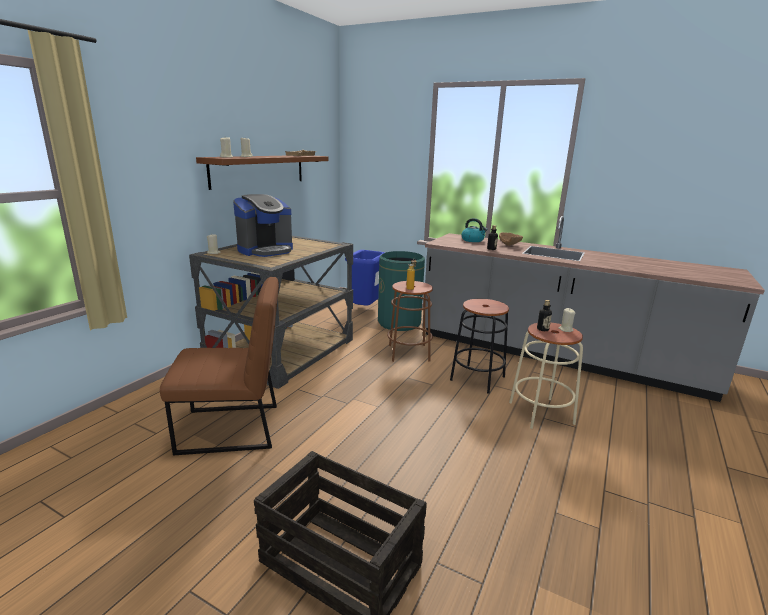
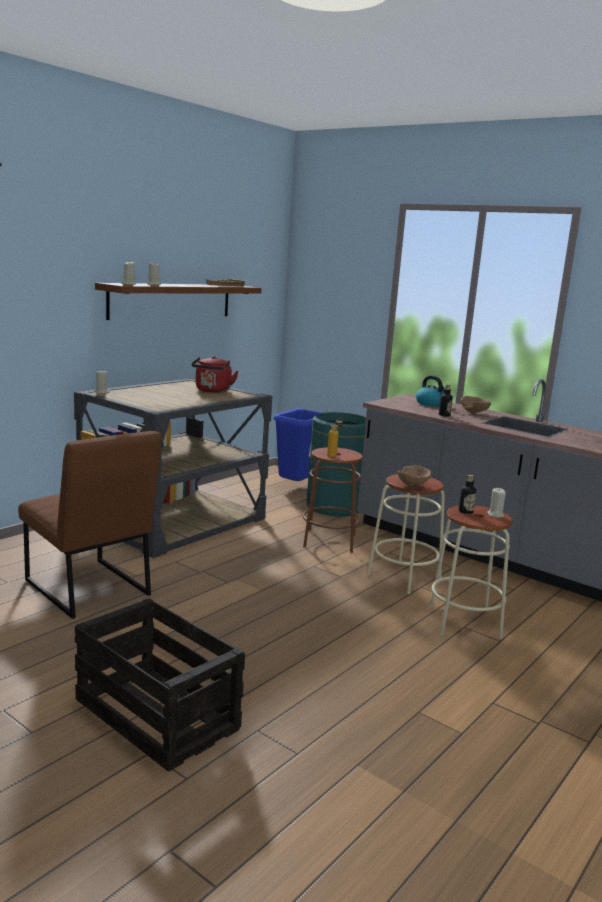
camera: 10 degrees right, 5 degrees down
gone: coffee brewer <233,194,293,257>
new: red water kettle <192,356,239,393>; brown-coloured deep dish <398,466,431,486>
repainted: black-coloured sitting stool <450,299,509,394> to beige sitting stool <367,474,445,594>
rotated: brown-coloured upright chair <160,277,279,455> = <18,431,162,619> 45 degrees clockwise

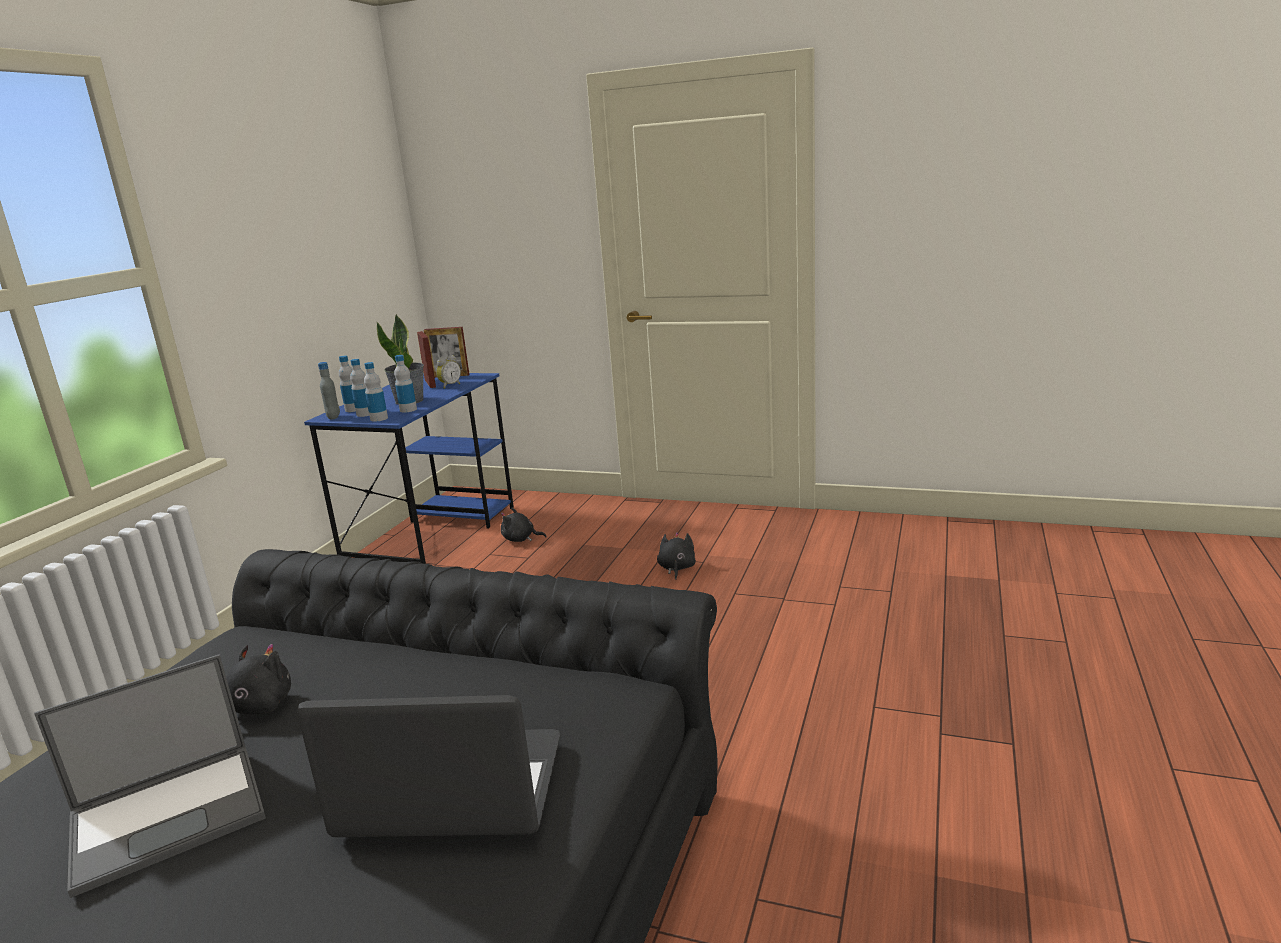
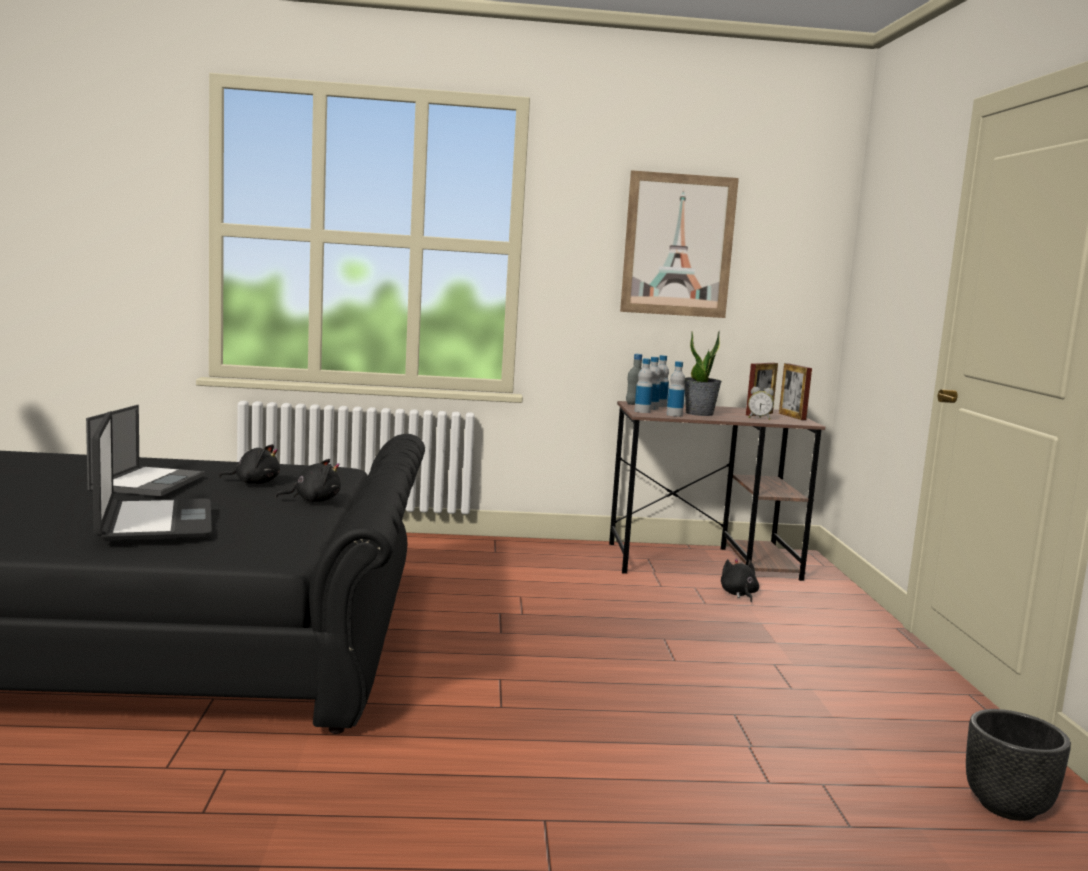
camera: 65 degrees right, 10 degrees down
new: wall art <620,170,739,318>; black-coloured flower pot <966,709,1071,821>
shifted: black-coloured soft toy <657,532,696,580> to <275,459,341,502>
repainted: blue desk <304,373,514,564> to brown-coloured desk <609,401,825,581>
rotated: notebook computer <34,654,266,898> = <86,405,205,496> 120 degrees counterclockwise

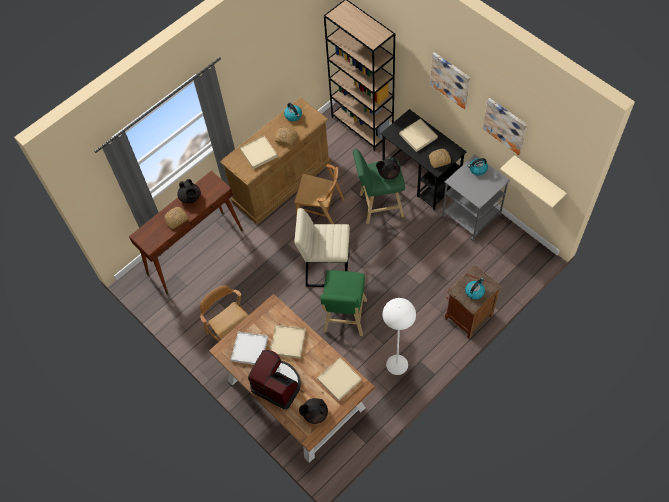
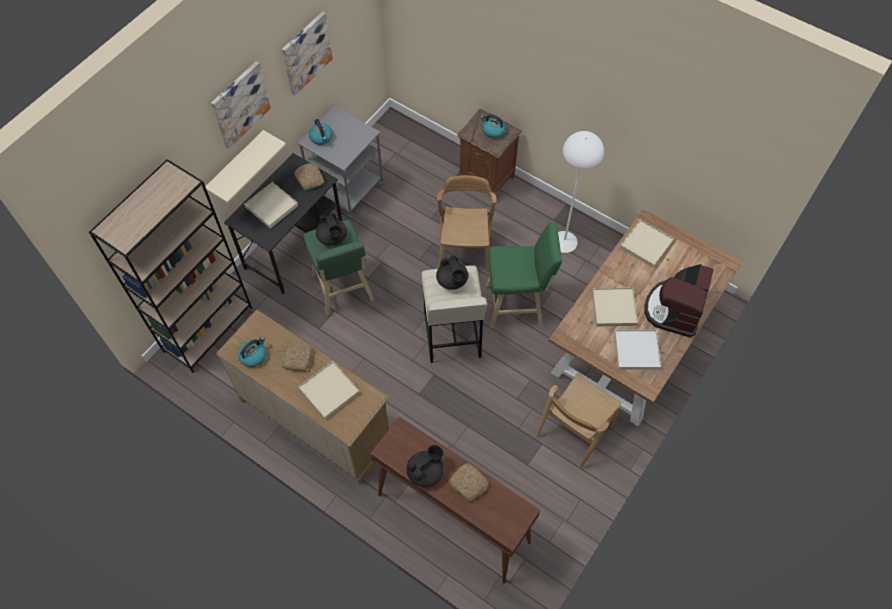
camera: 105 degrees left, 0 degrees up
shifted: beige shelf <500,155,567,208> to <205,130,286,203>; black-coloured tea pot <299,398,328,424> to <436,256,469,290>; brown-coloured upright chair <294,164,344,224> to <437,175,497,273>

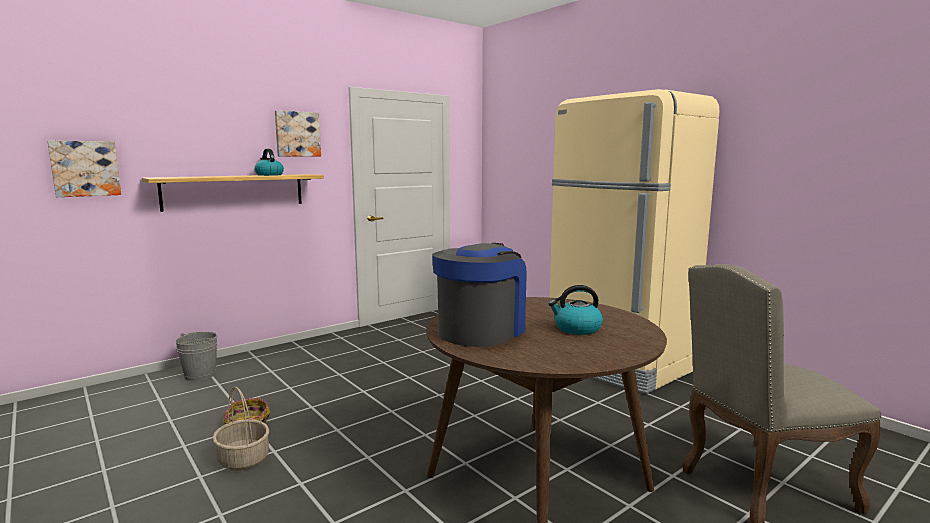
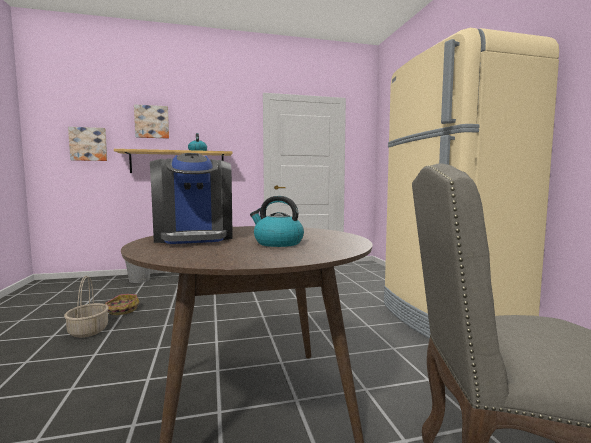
camera: 25 degrees right, 5 degrees down
shifted: wall art <275,110,321,156> to <134,104,169,139>
rotated: coffee brewer <432,243,527,347> = <150,153,233,244> 105 degrees clockwise

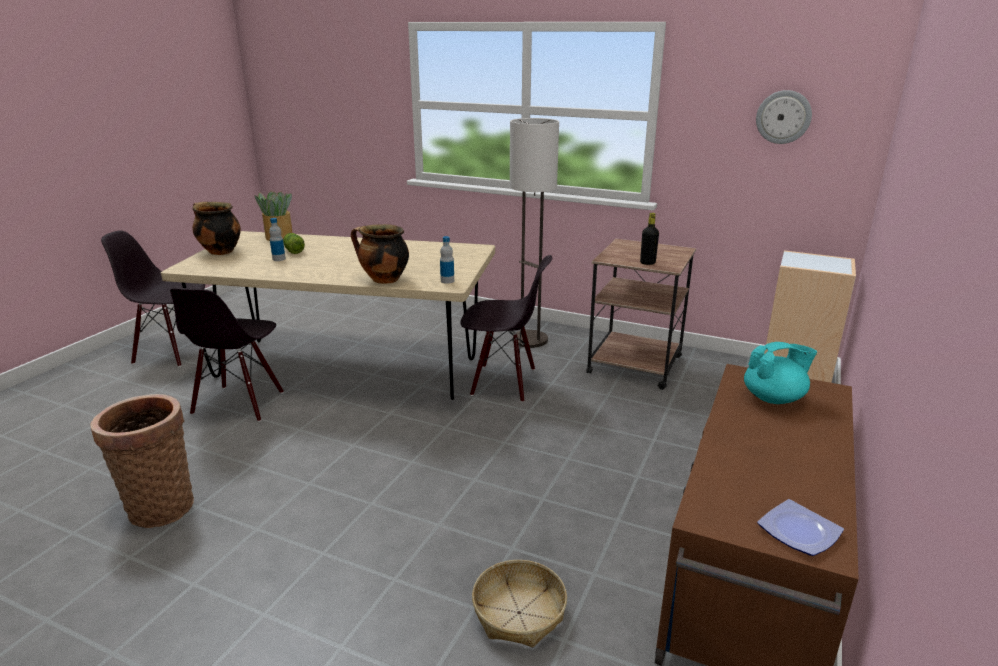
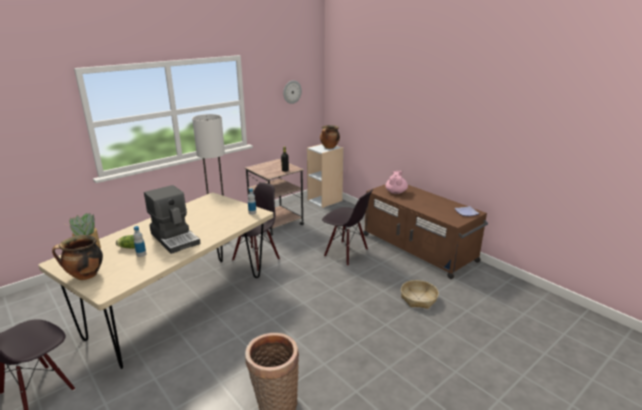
camera: 65 degrees left, 0 degrees up
new: coffee brewer <144,185,201,254>
shifted: saucepot <351,224,409,284> to <320,125,340,149>; black-coloured upright chair <170,288,284,422> to <322,189,373,266>
repainted: turquoise-coloured tea pot <744,342,817,404> to pink-coloured tea pot <385,171,408,194>

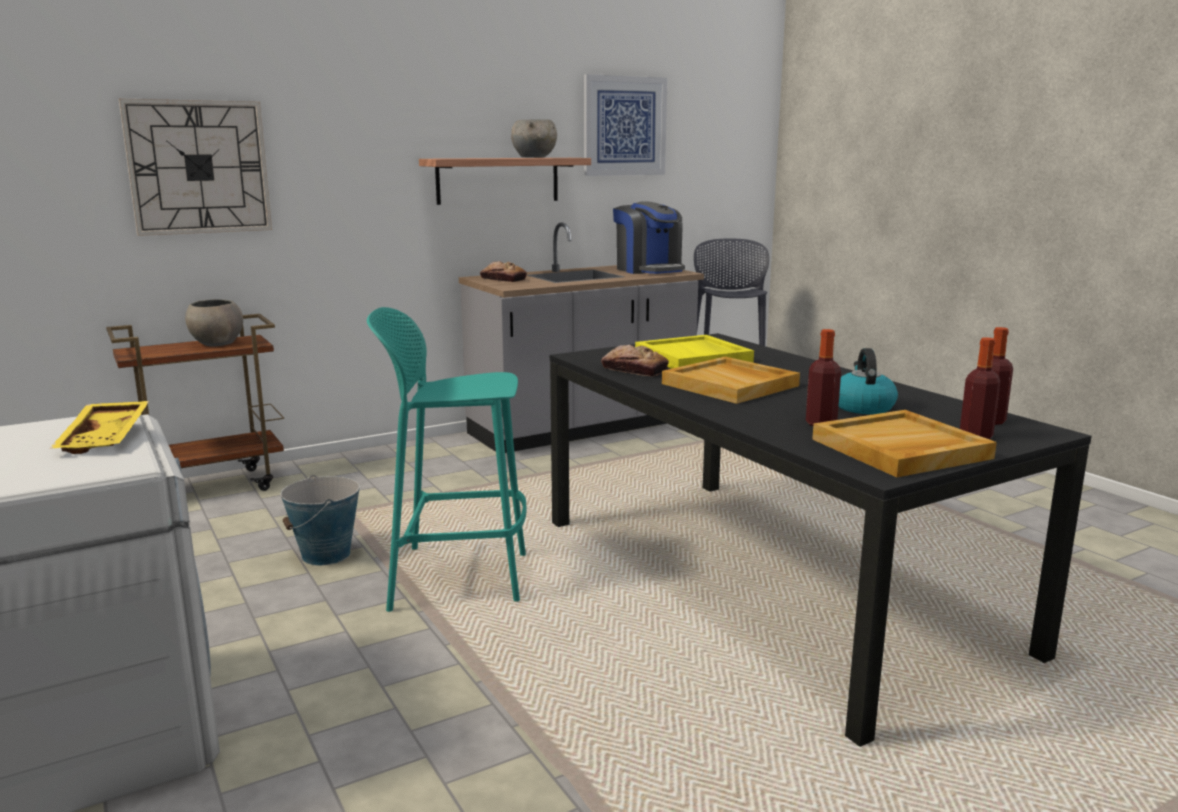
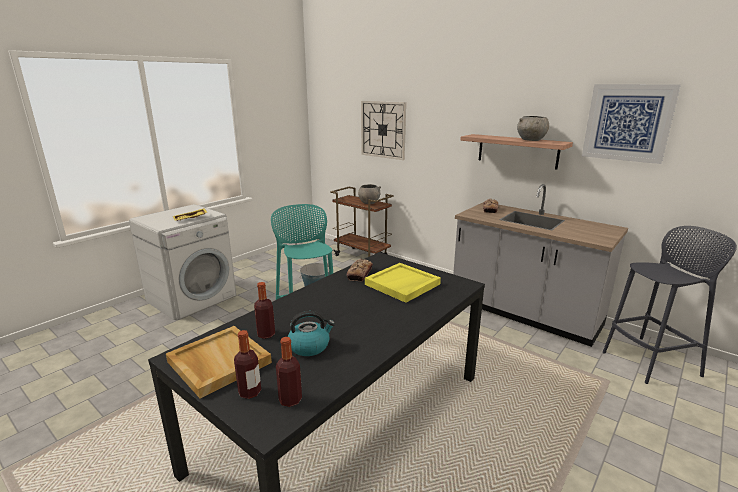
camera: 70 degrees right, 5 degrees up
gone: coffee brewer <613,201,685,274>; beige carrying tray <662,357,800,404>

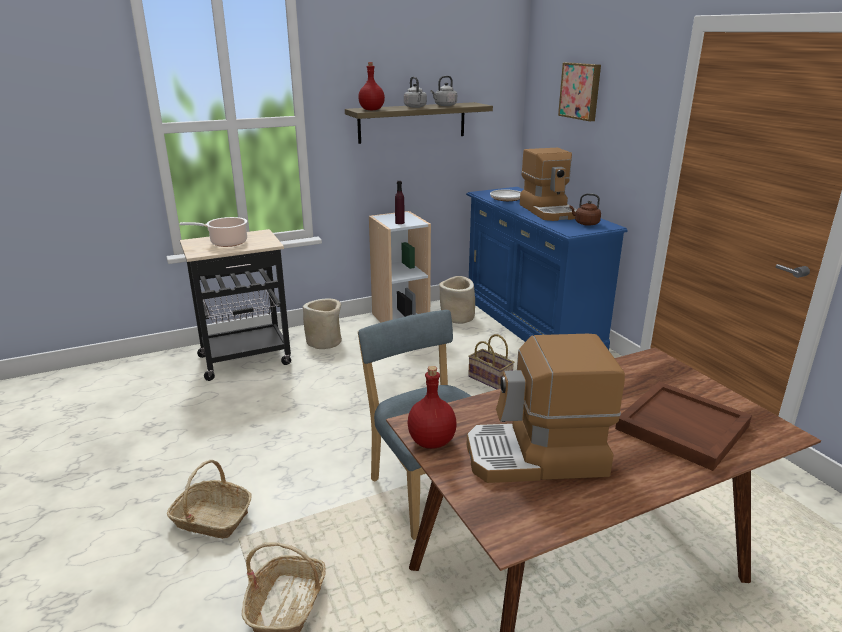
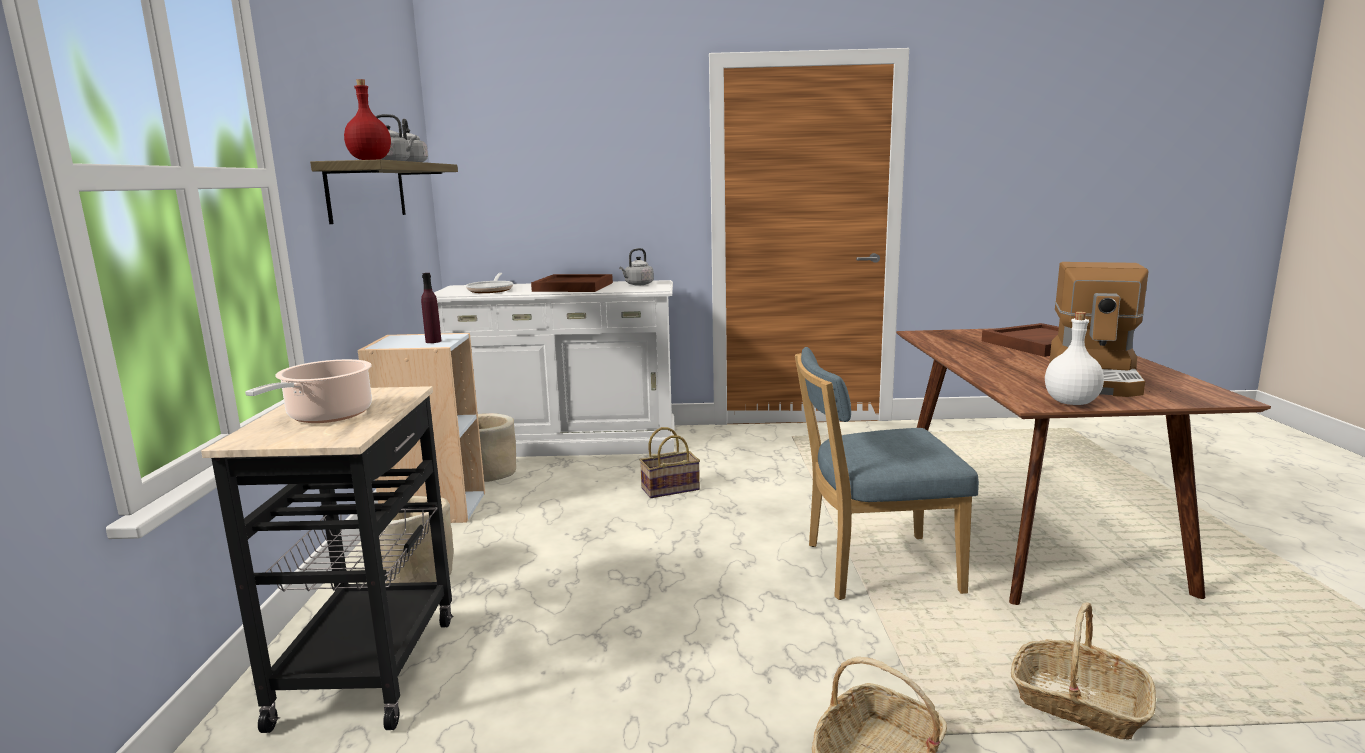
camera: 65 degrees left, 10 degrees down
gone: wall art <558,62,601,121>
swapped: coffee brewer <520,148,577,221> to brown-coloured carrying tray <531,274,613,292>
repainted: blue storage cabinet <466,187,628,350> to white-coloured storage cabinet <434,280,675,457>; brown-coloured water kettle <570,193,601,226> to greyish water kettle <619,248,654,285>; red bottle <408,366,457,449> to white-coloured bottle <1045,312,1104,405>

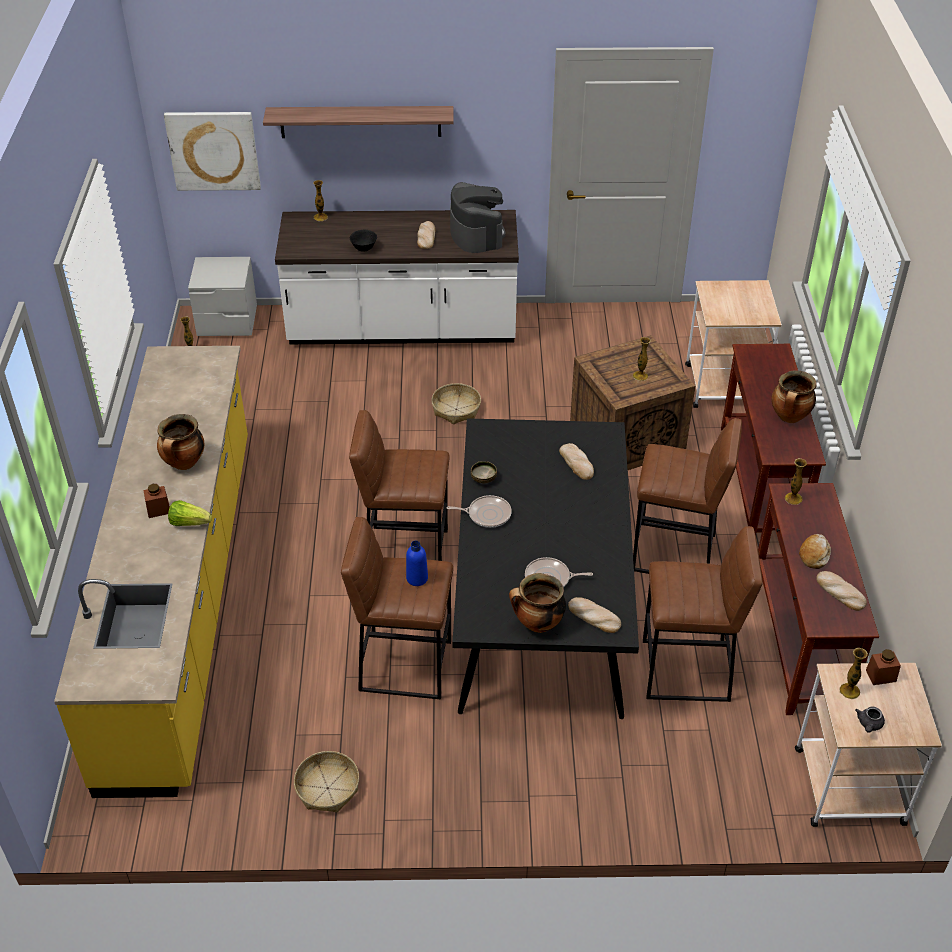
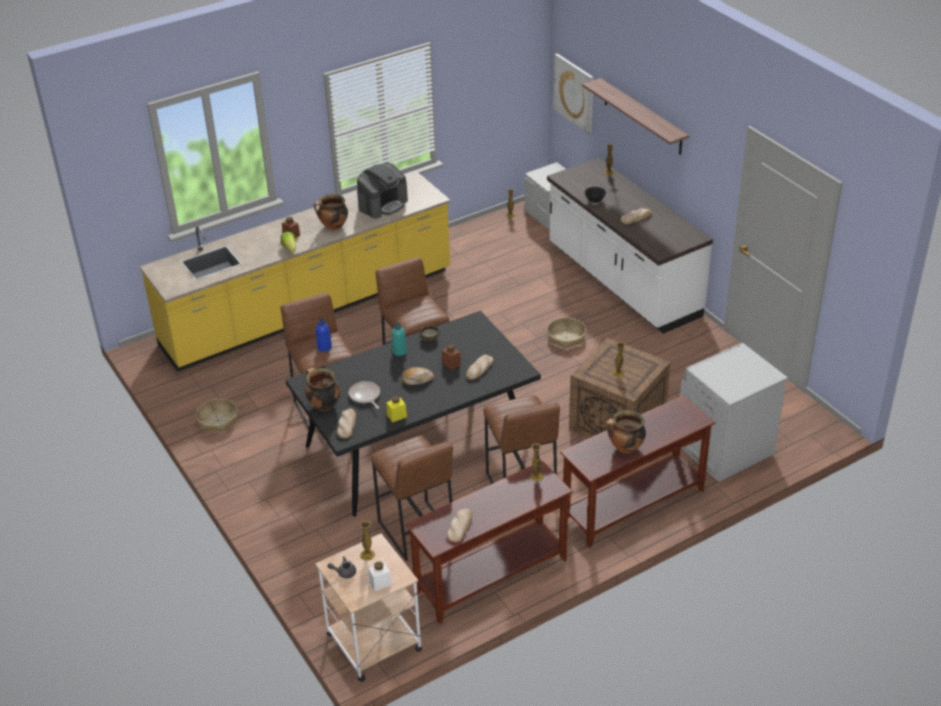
camera: 60 degrees right, 5 degrees down
new: white-coloured preserve jar <369,562,392,591>; yellowish preserve jar <387,396,407,422>
shifted: coffee brewer <450,182,505,253> to <357,163,408,219>; bread <799,534,831,569> to <402,367,434,385>; brown-coloured preserve jar <866,649,901,685> to <442,344,461,370>
swapped: pan <447,495,512,528> to turquoise-coloured bottle <392,323,407,356>; beige wheeled cart <685,280,782,408> to white-coloured washing machine <680,343,788,482>

